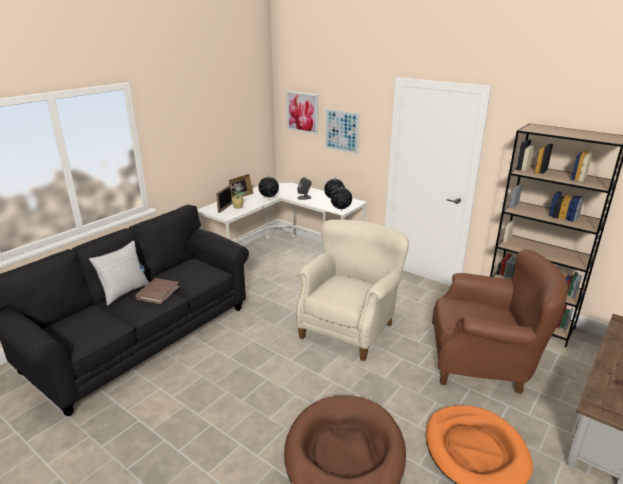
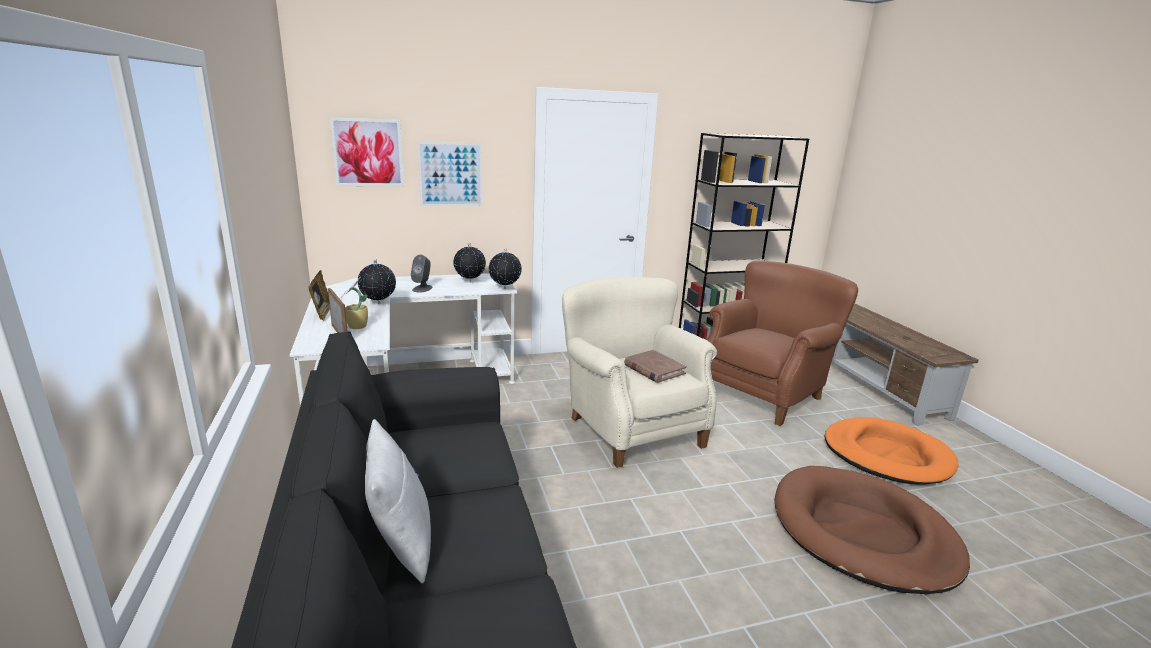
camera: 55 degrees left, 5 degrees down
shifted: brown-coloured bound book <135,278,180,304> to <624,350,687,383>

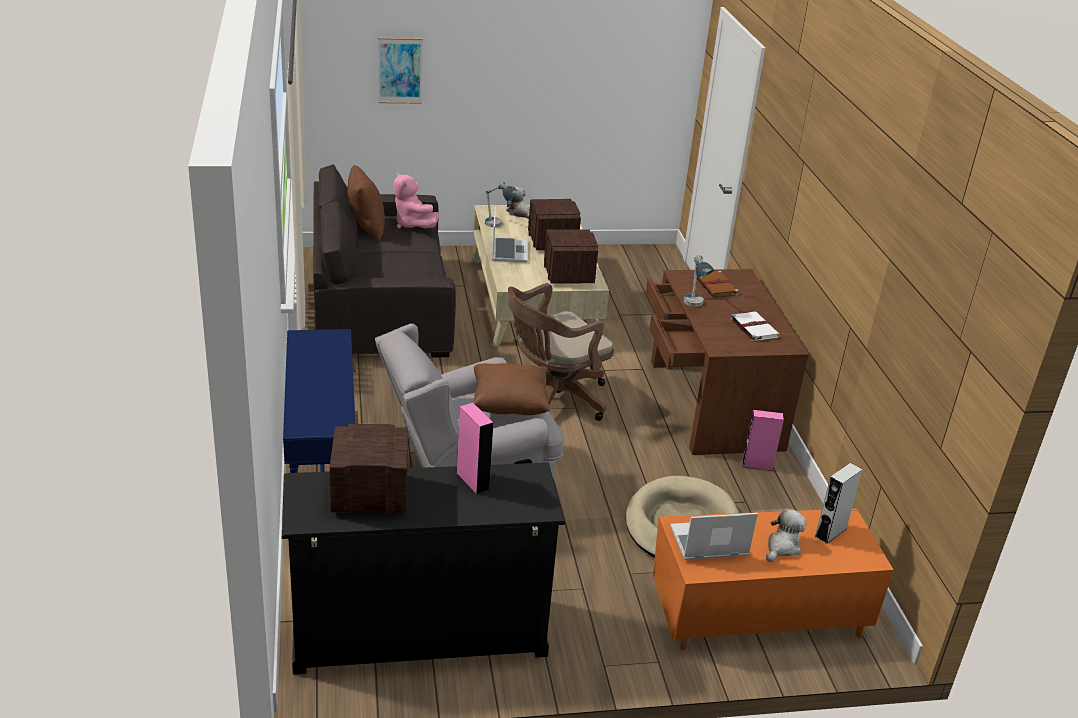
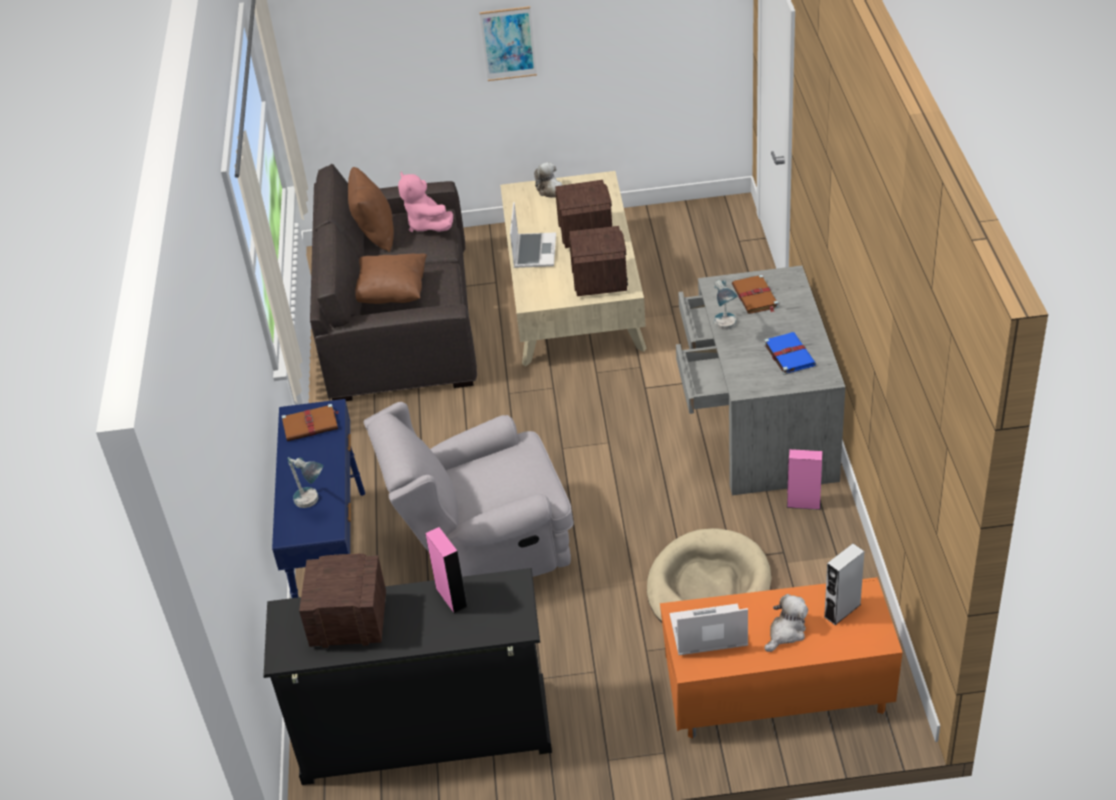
camera: 10 degrees right, 10 degrees up
gone: brown-coloured computer chair <508,283,614,421>
new: brown-coloured bound book <281,404,338,441>
shifted: table lamp <485,182,518,227> to <287,457,323,508>; brown-coloured pillow <473,363,550,415> to <355,254,427,304>; wall art <378,38,423,104> to <480,6,537,81>
repainted: brown-coloured desk <646,269,809,455> to greyish desk <676,265,846,495>; white-coloured bound book <730,311,780,342> to blue bound book <764,332,816,375>

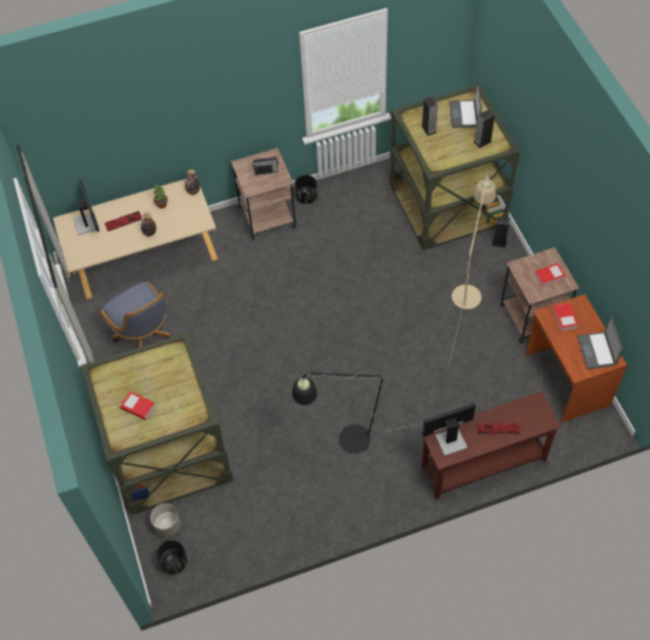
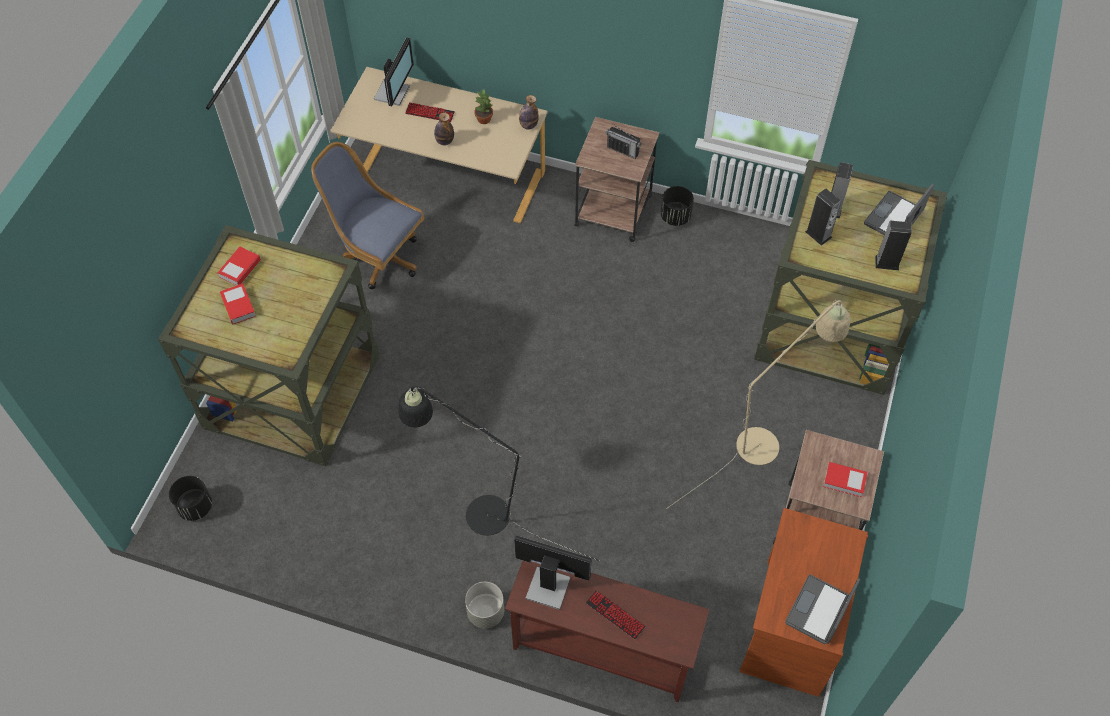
camera: 35 degrees right, 0 degrees up
shifted: bound book <553,303,579,331> to <218,247,261,285>; greyish flower pot <150,503,181,537> to <465,582,504,628>; audio speaker <491,216,510,248> to <805,189,841,246>
rotated: blue computer chair <100,281,171,347> = <311,142,424,289> 120 degrees clockwise

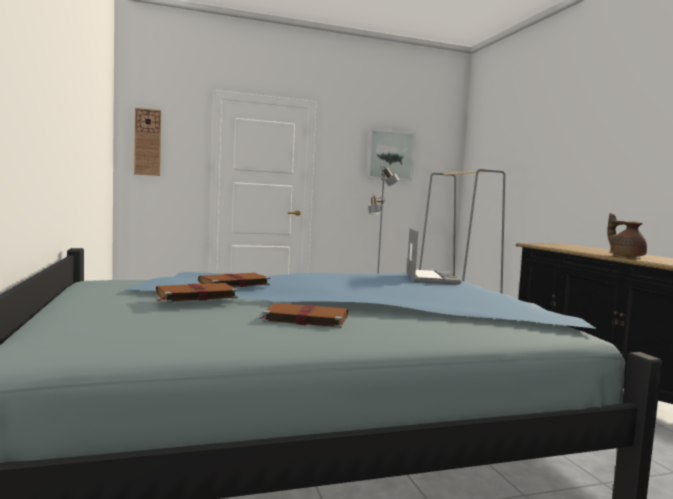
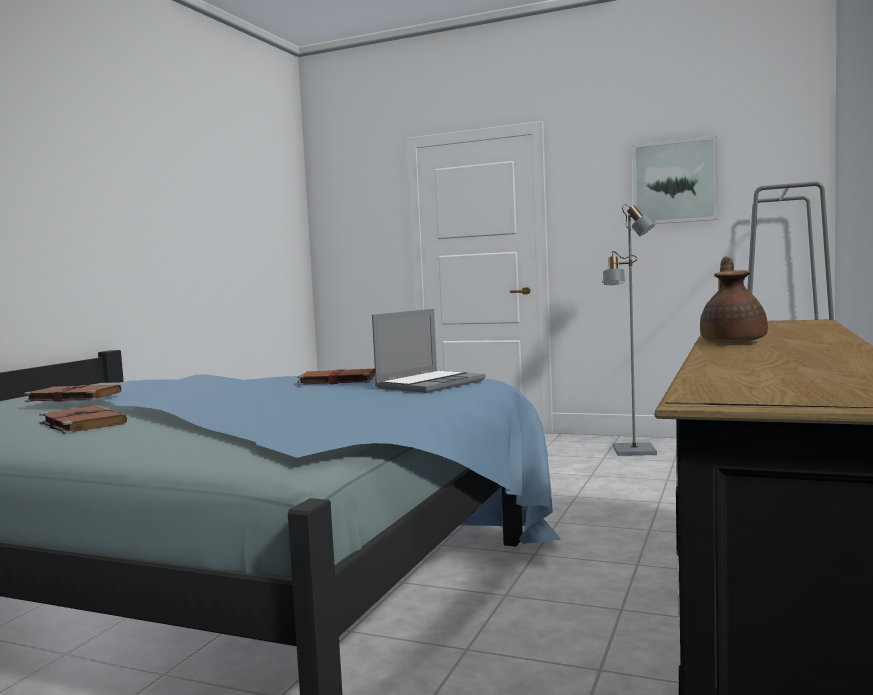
camera: 40 degrees right, 0 degrees up
gone: clock on the wall <134,108,161,176>
shifted: brown-coloured bound book <198,273,270,287> to <297,369,375,386>

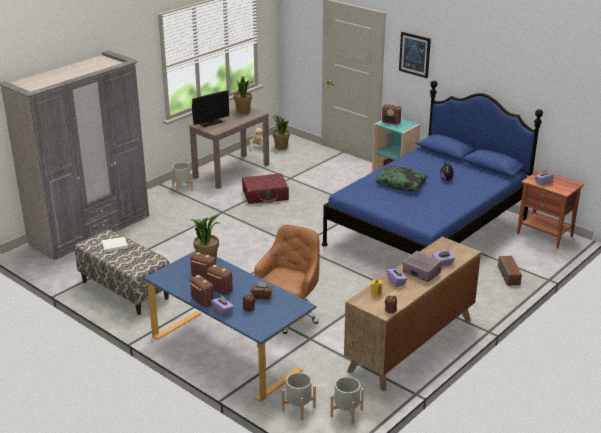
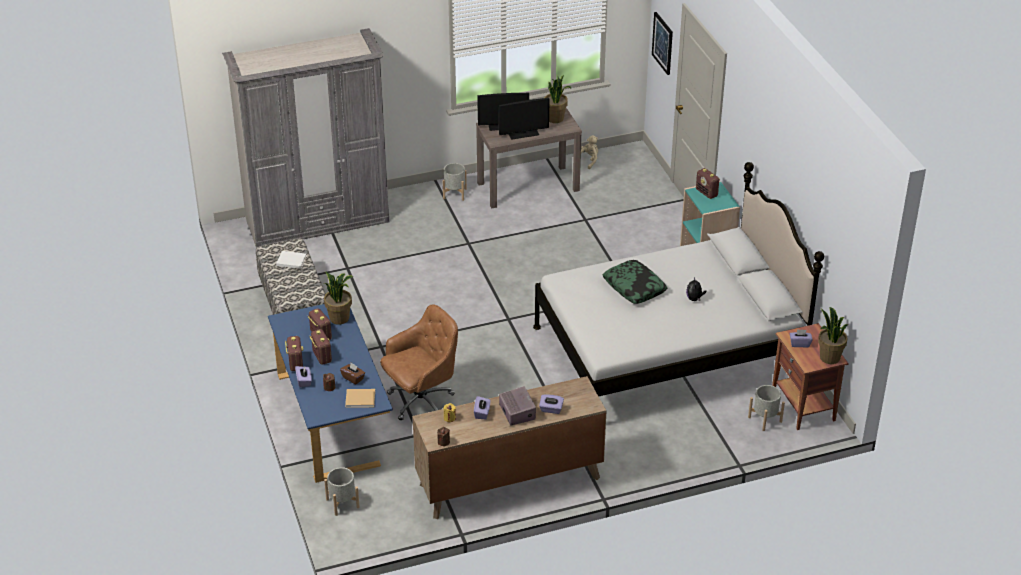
camera: 30 degrees right, 10 degrees up
gone: red travel case <242,173,289,204>; audio speaker <498,256,522,286>
new: beige bound book <345,389,375,408>; computer screen <499,98,550,140>
shifted: wall art <399,32,431,78> to <652,12,673,75>; greyish flower pot <330,377,364,425> to <748,385,785,431>; houseplant <271,115,290,150> to <818,307,848,364>
repainted: blue sleeping bed <322,81,543,254> to white-coloured sleeping bed <533,162,824,396>

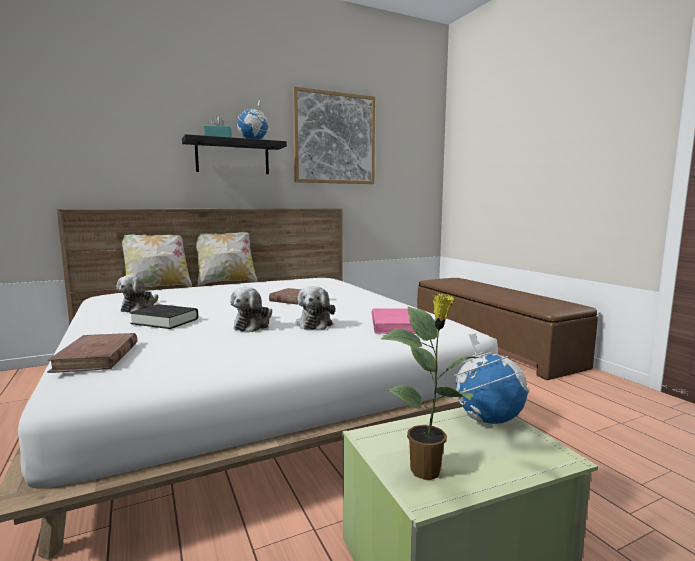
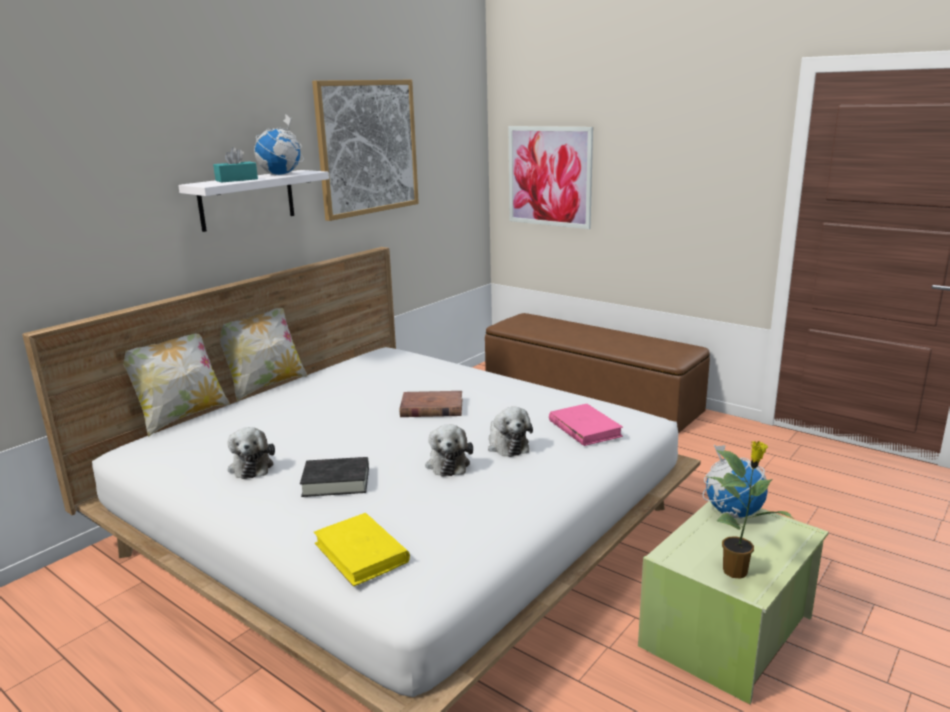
camera: 25 degrees left, 10 degrees up
new: wall art <509,126,593,229>
repainted: black-coloured shelf <182,134,287,174> to white-coloured shelf <178,170,329,232>; brown-coloured bound book <47,333,137,373> to yellowish bound book <314,513,410,586>

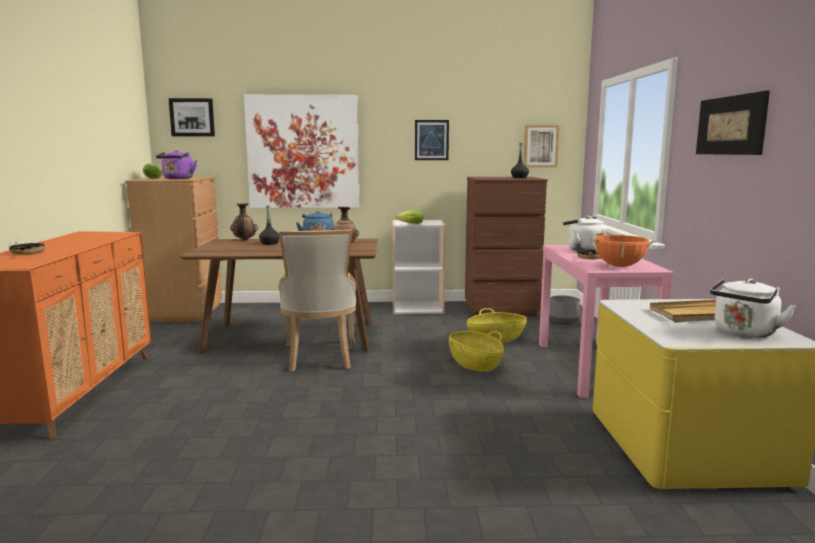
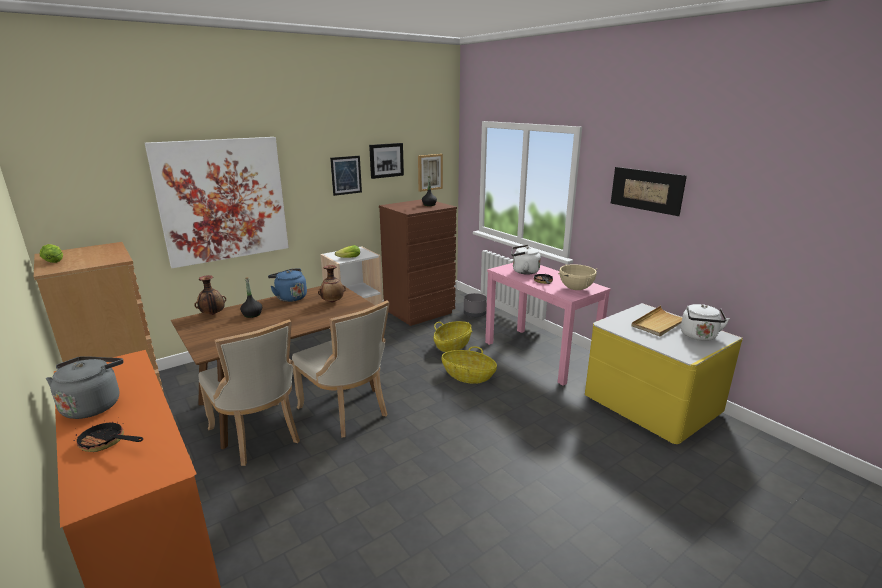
camera: 35 degrees left, 10 degrees up
gone: purple-coloured water kettle <156,150,197,179>
new: greyish water kettle <46,356,124,419>; beige upright chair <199,319,300,466>
shifted: wall art <169,98,215,136> to <369,143,404,179>
repainted: orange saucepot <589,235,656,267> to beige saucepot <558,264,597,290>

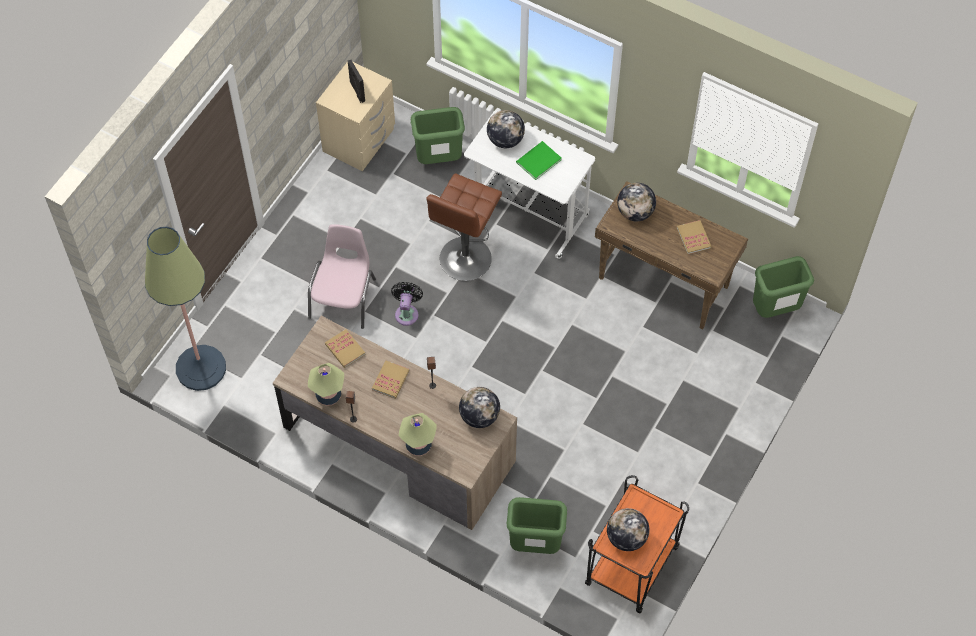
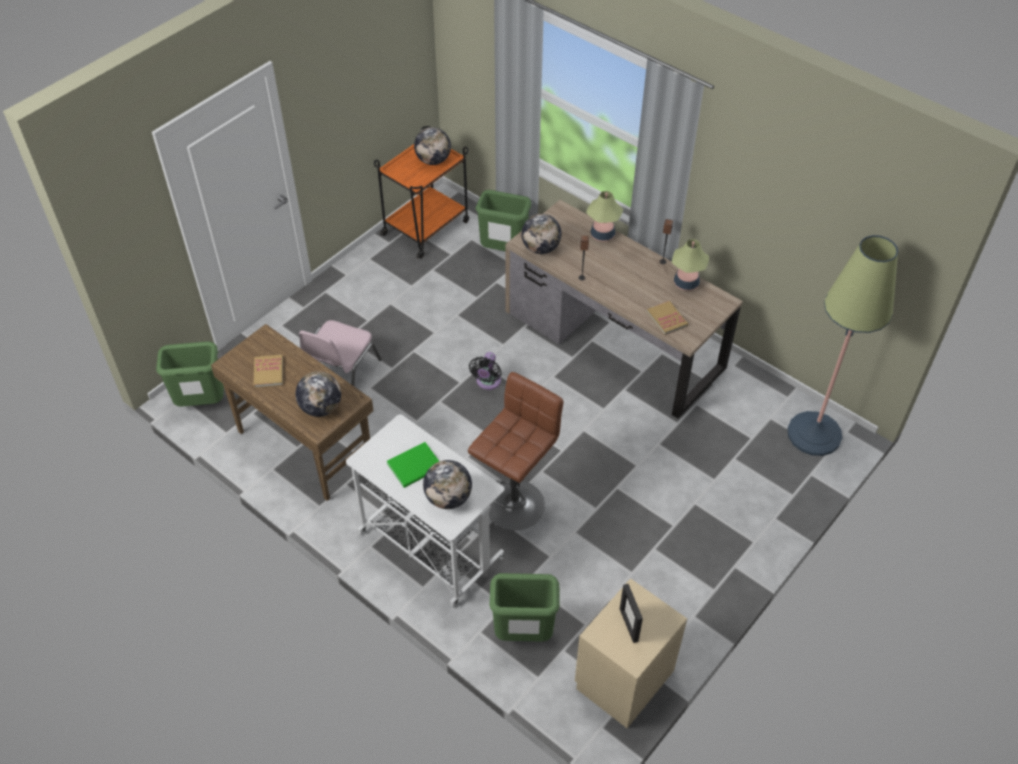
camera: 170 degrees left, 10 degrees down
gone: bound book <372,360,409,399>
shifted: pink-coloured upright chair <308,224,376,329> to <299,320,382,386>; black-coloured fan <391,282,423,326> to <469,352,502,390>

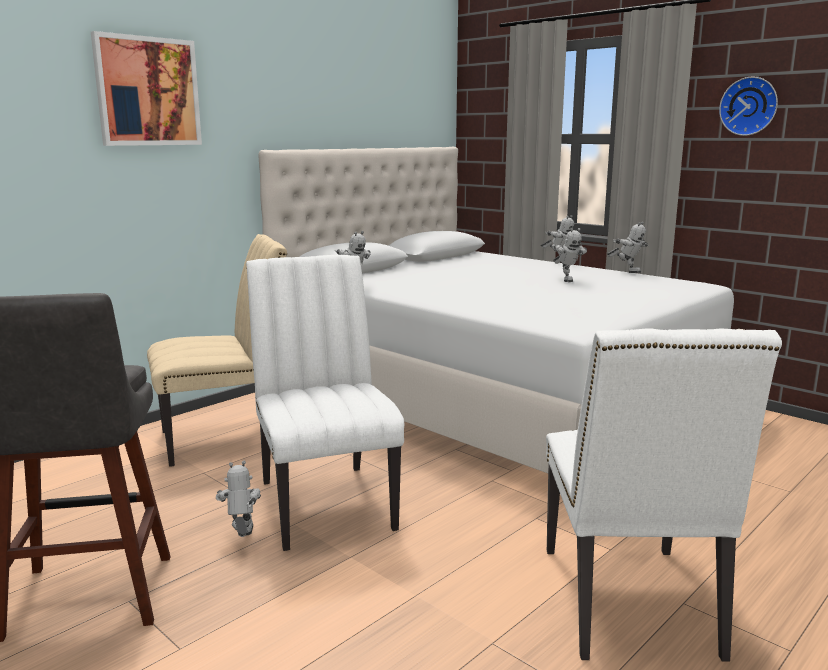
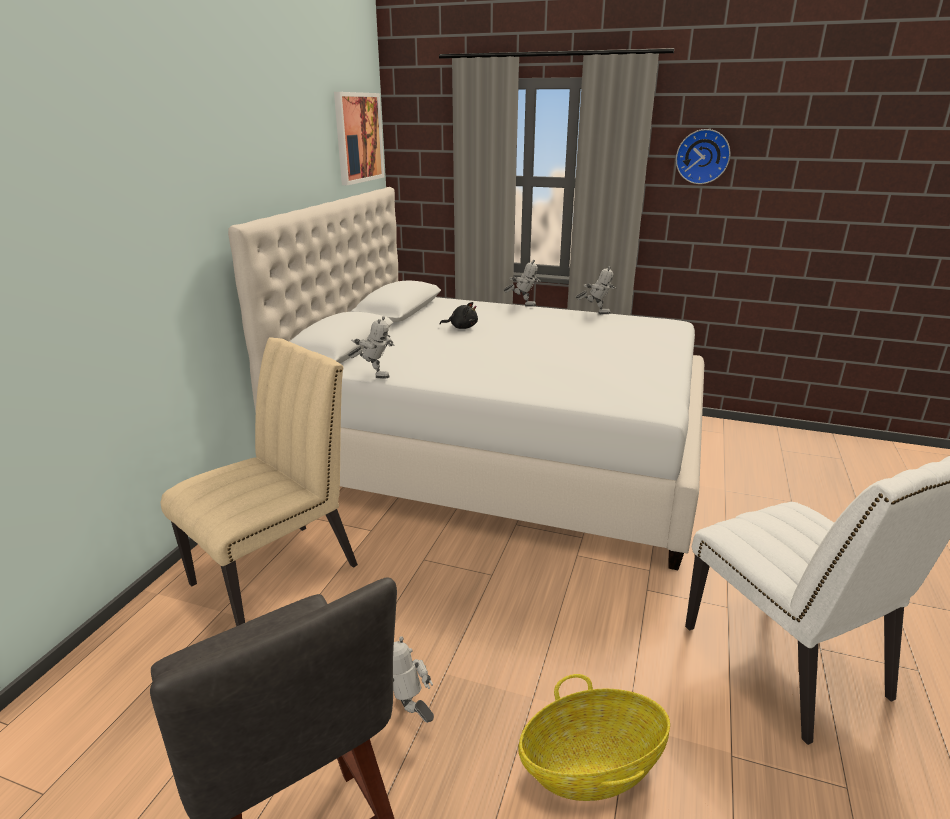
camera: 25 degrees left, 10 degrees up
gone: white-coloured upright chair <246,255,405,551>; toy robot <553,228,587,282>
new: black-coloured soft toy <440,302,478,329>; household basket <518,674,670,801>
shifted: wall art <91,31,202,146> to <334,92,384,185>

